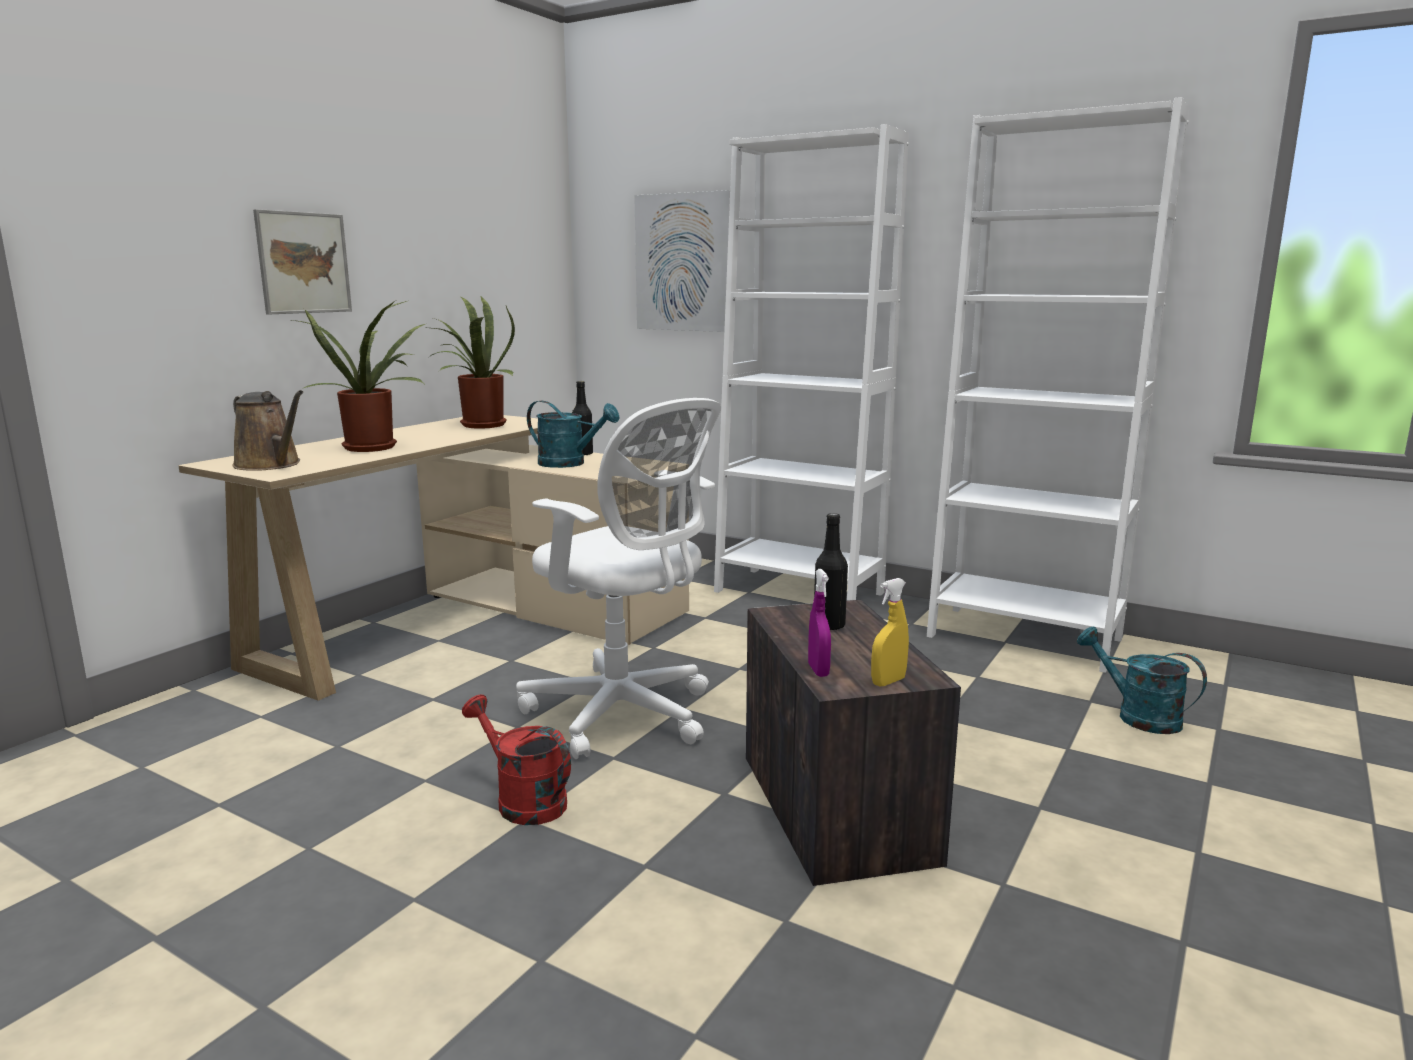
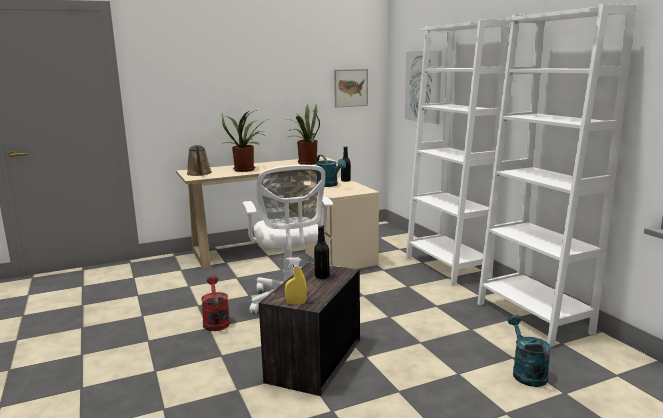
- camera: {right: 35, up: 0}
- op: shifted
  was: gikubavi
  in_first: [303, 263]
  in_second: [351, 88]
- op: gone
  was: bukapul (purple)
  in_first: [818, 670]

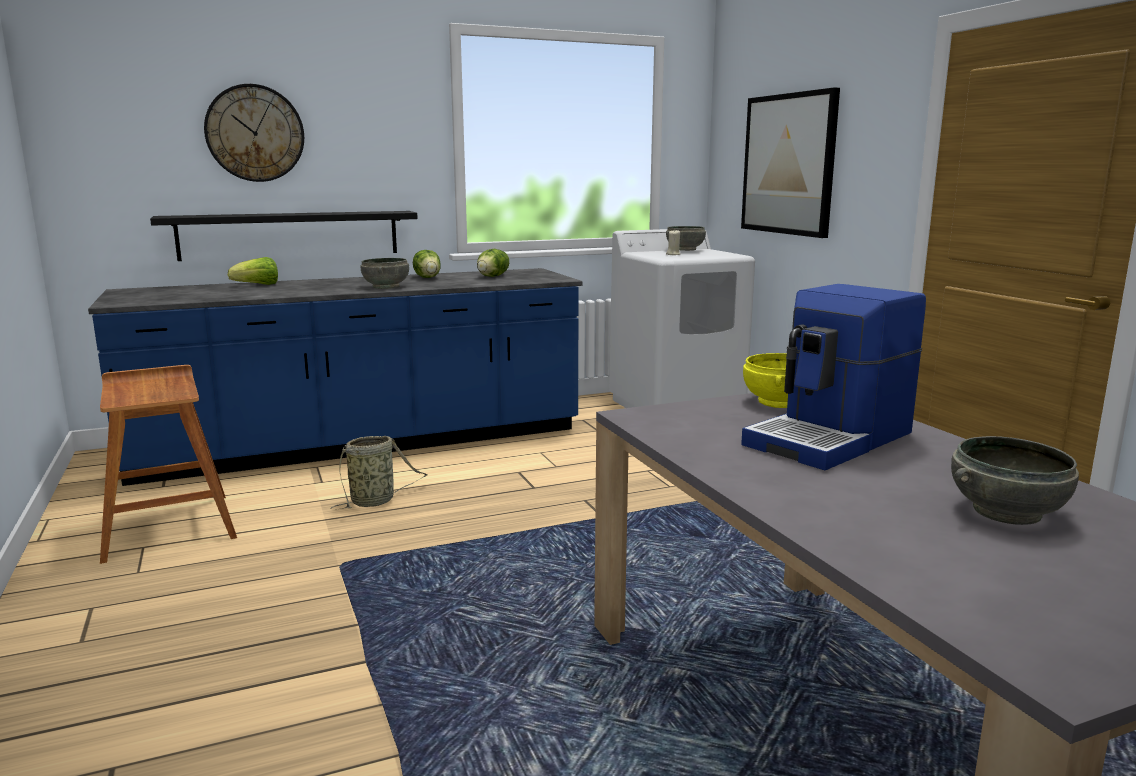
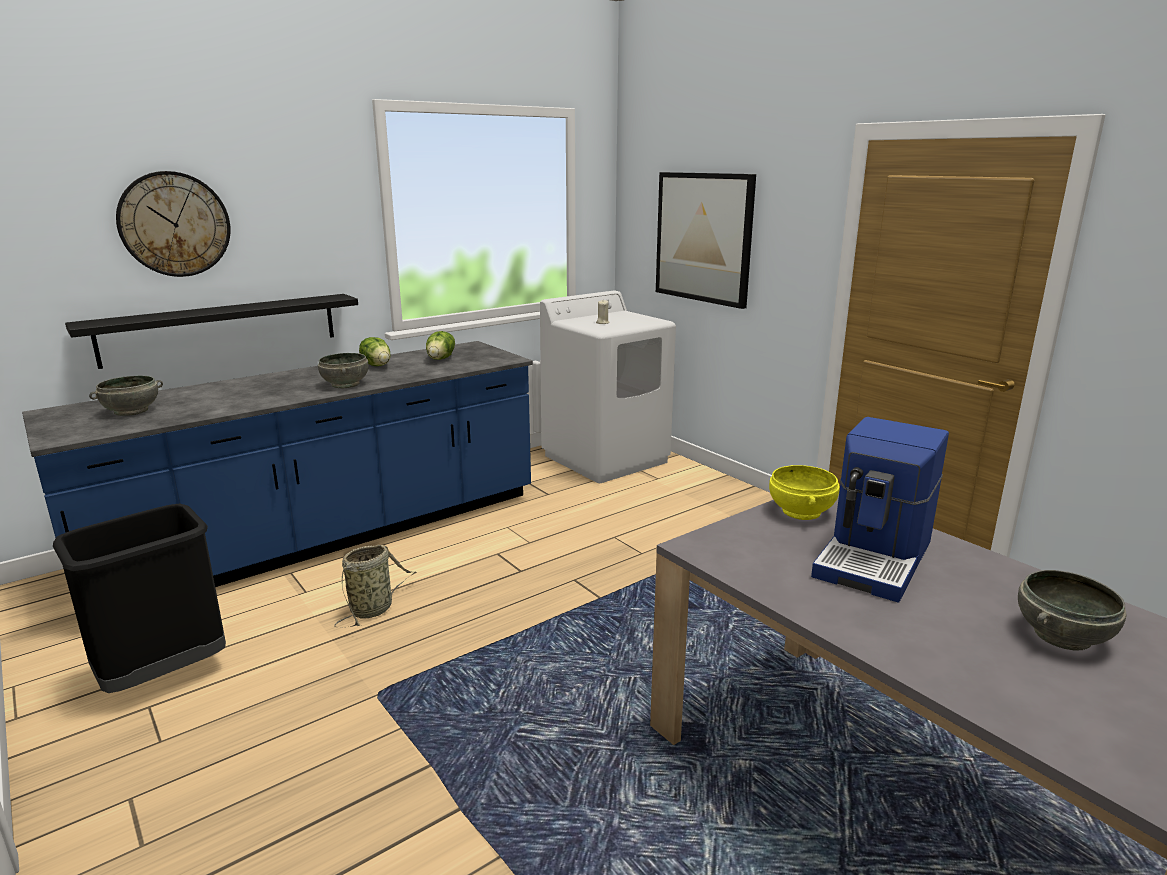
- camera: {right: -15, up: 5}
- op: swapped
  was: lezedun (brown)
  now: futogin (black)
  in_first: [168, 526]
  in_second: [164, 674]
- op: shifted
  was: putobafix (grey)
  in_first: [685, 249]
  in_second: [131, 411]
- op: gone
  was: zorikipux
  in_first: [257, 285]

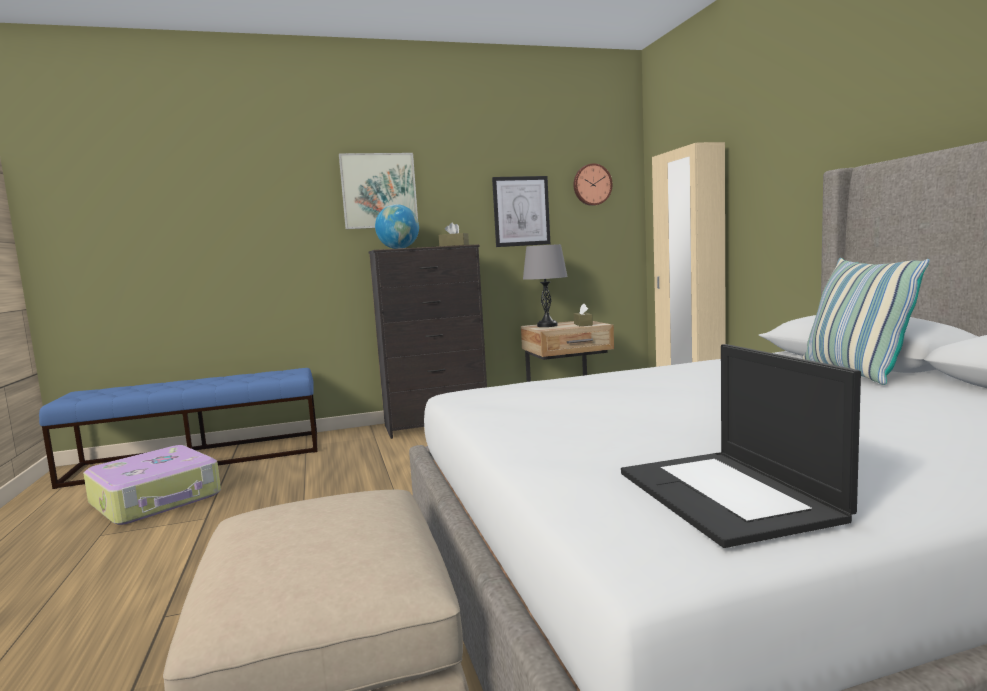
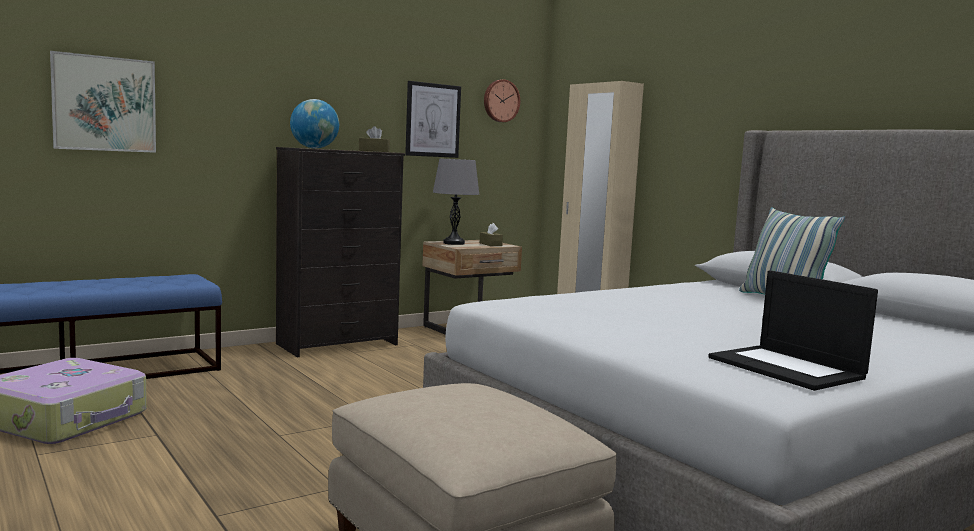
- camera: {right: -20, up: 0}
- op: shifted
  was: gikubavi
  in_first: [379, 191]
  in_second: [104, 104]

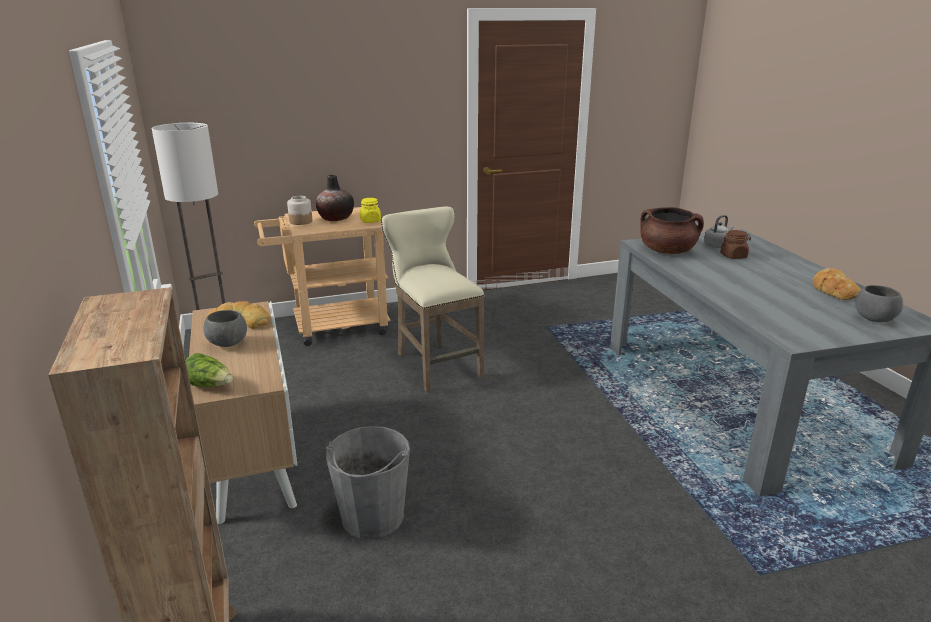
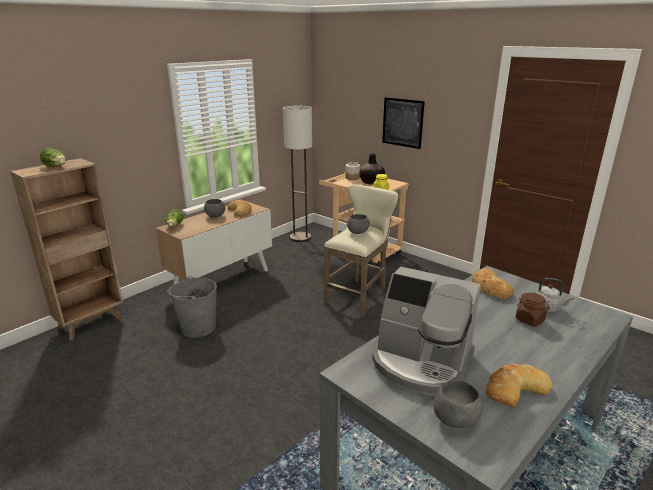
- camera: {right: 60, up: 0}
- op: new
  now: zorikipux
  in_second: [56, 167]
- op: new
  now: putobafix (grey)
  in_second: [358, 232]
- op: new
  now: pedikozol
  in_second: [420, 362]
- op: new
  now: gikubavi
  in_second: [402, 122]
- op: swapped
  was: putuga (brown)
  now: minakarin
  in_first: [667, 251]
  in_second: [490, 288]

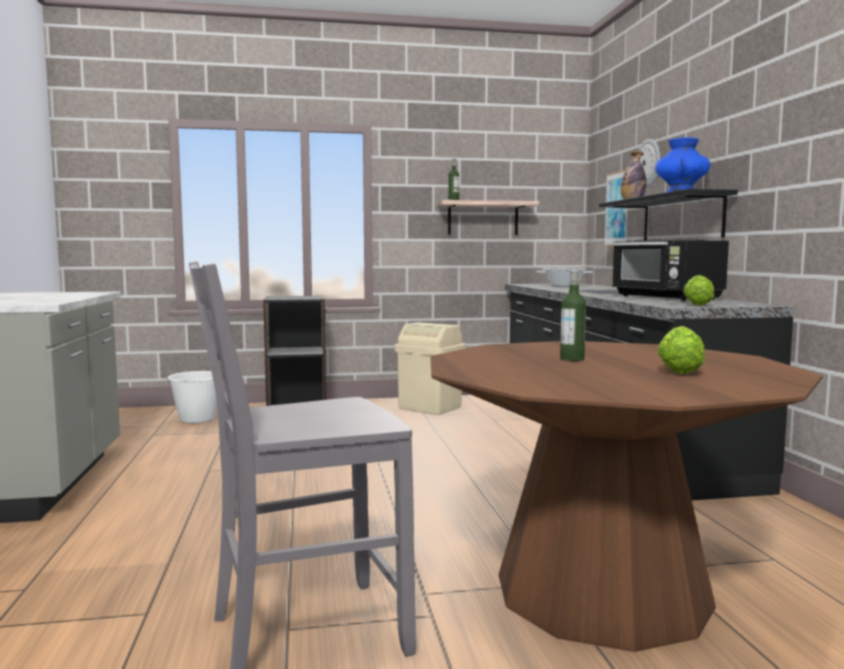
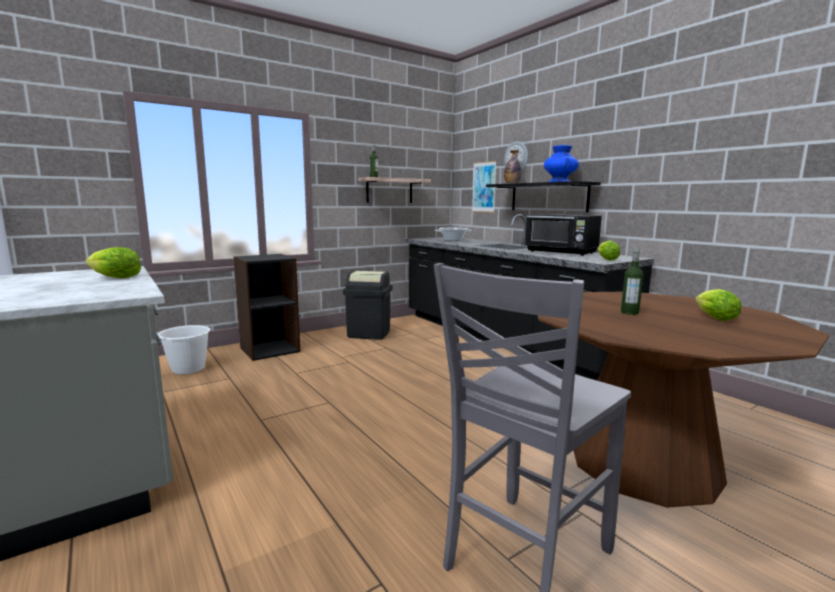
- camera: {right: -25, up: 5}
- op: new
  now: zorikipux
  in_second: [115, 277]
- op: repainted
  was: futogin (beige)
  now: futogin (black)
  in_first: [430, 407]
  in_second: [369, 334]

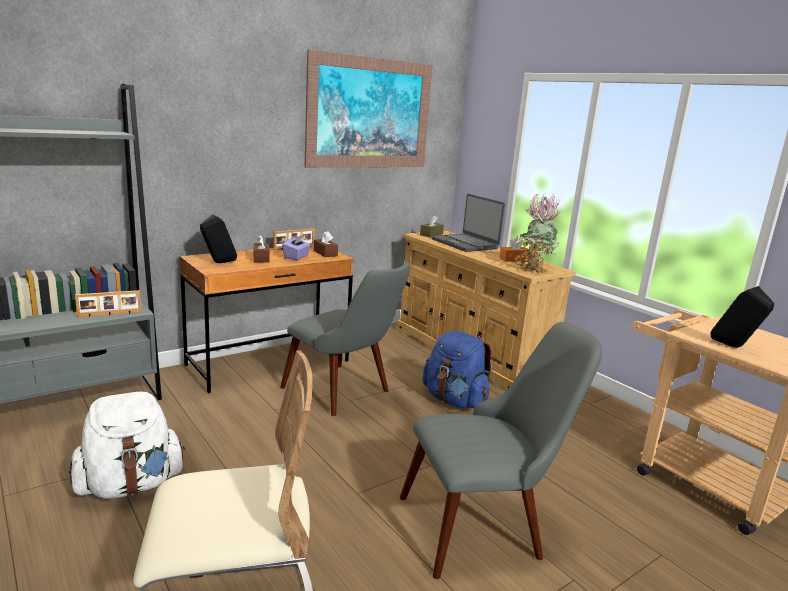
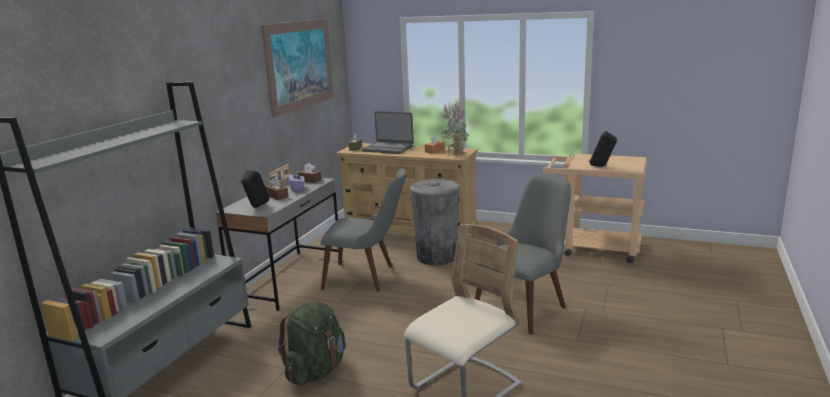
- camera: {right: -30, up: 0}
- op: repainted
  was: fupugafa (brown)
  now: fupugafa (grey)
  in_first: [269, 363]
  in_second: [289, 279]
- op: repainted
  was: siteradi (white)
  now: siteradi (green)
  in_first: [130, 485]
  in_second: [316, 371]
- op: swapped
  was: siteradi (blue)
  now: futogin (grey)
  in_first: [454, 400]
  in_second: [437, 257]
- op: gone
  was: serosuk
  in_first: [110, 315]

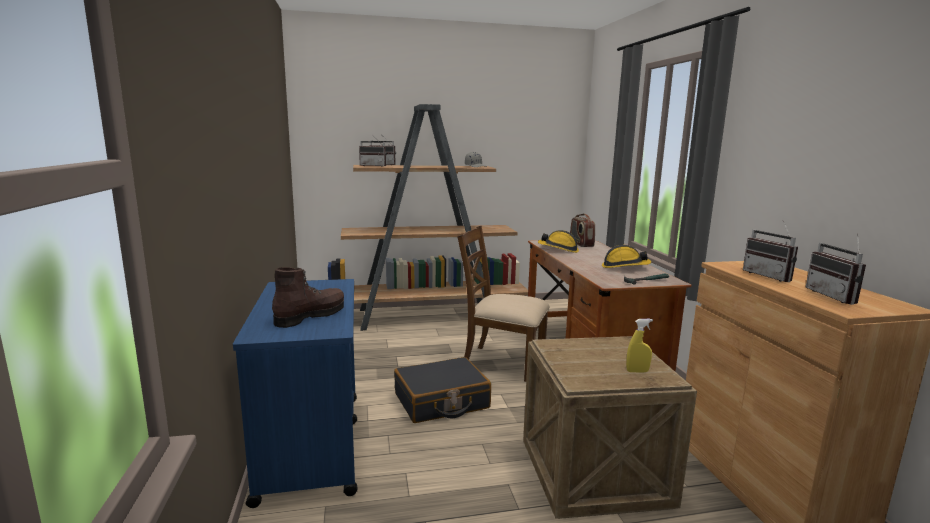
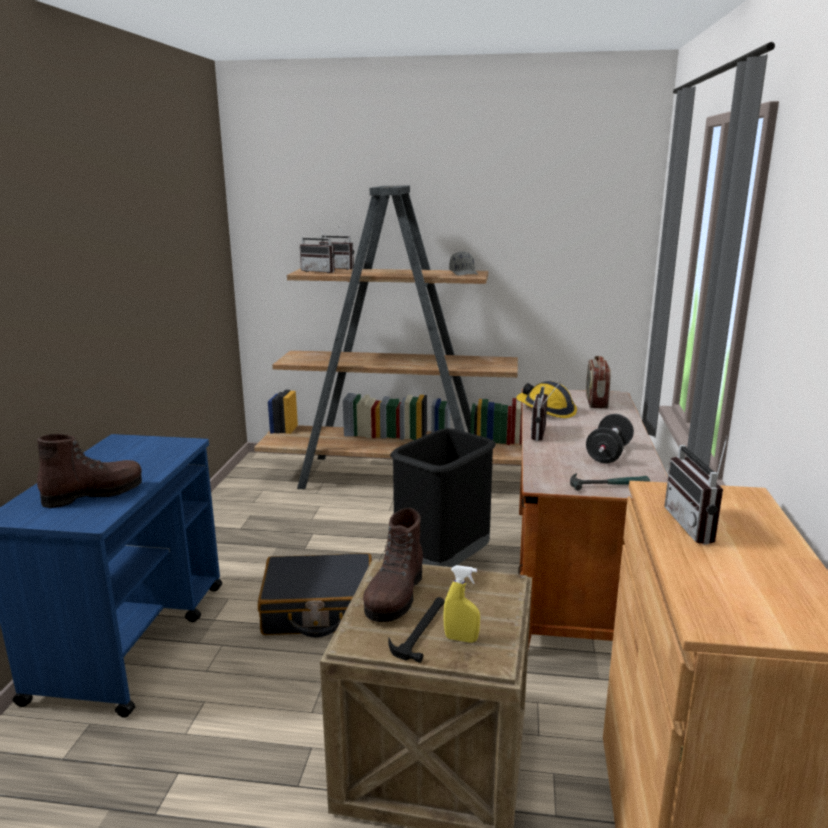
- camera: {right: 20, up: 5}
- op: new
  now: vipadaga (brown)
  in_second: [395, 596]
- op: new
  now: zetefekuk
  in_second: [421, 629]
- op: swapped
  was: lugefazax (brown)
  now: futogin (black)
  in_first: [502, 362]
  in_second: [442, 564]
- op: shifted
  was: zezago
  in_first: [836, 297]
  in_second: [544, 434]
- op: swapped
  was: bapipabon
  now: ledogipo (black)
  in_first: [624, 267]
  in_second: [608, 454]

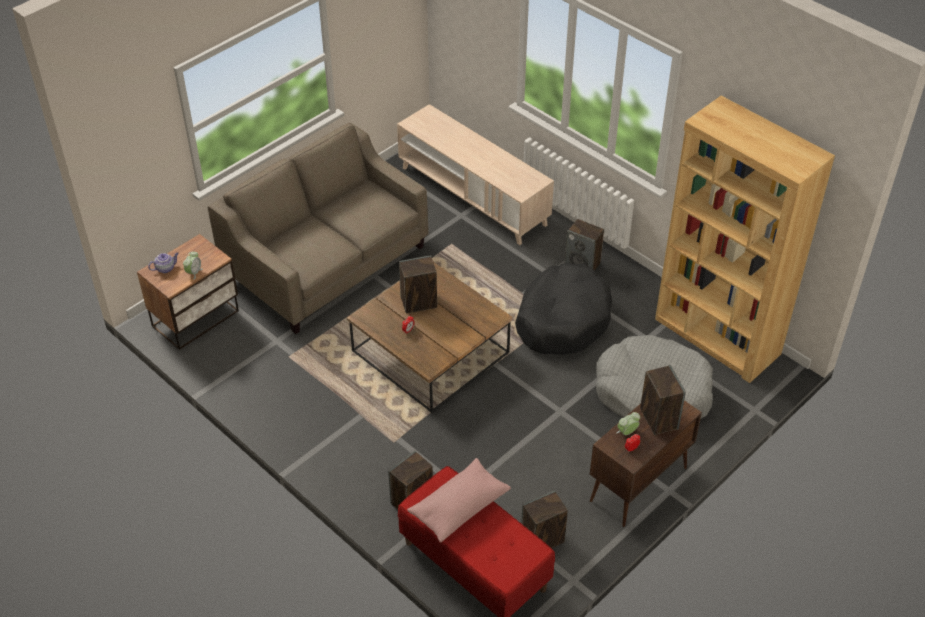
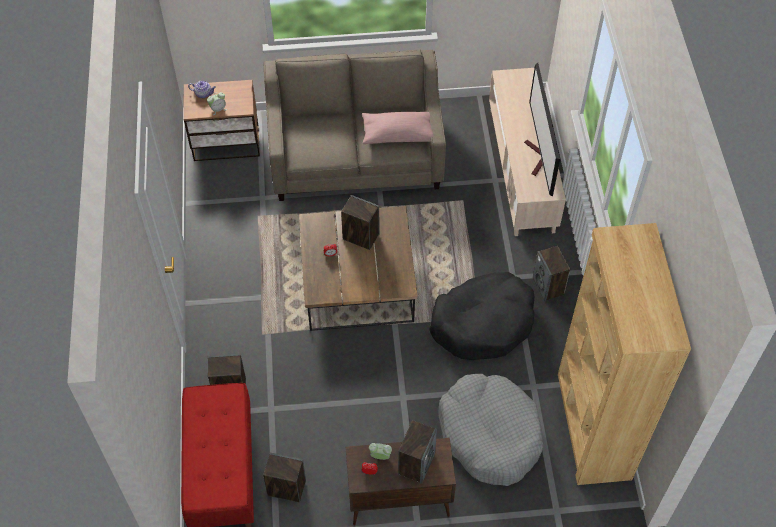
- camera: {right: 40, up: 10}
- op: shifted
  was: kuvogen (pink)
  in_first: [459, 507]
  in_second: [399, 134]
- op: new
  now: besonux
  in_second: [538, 158]

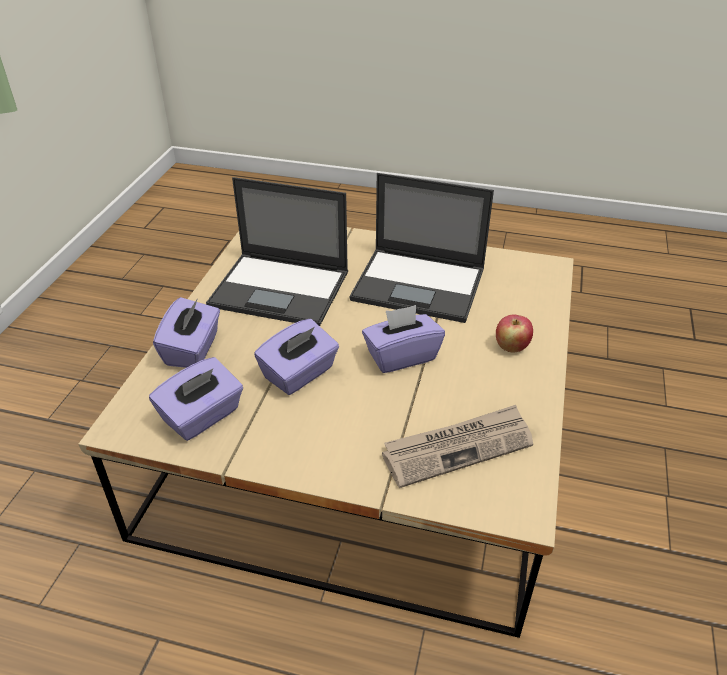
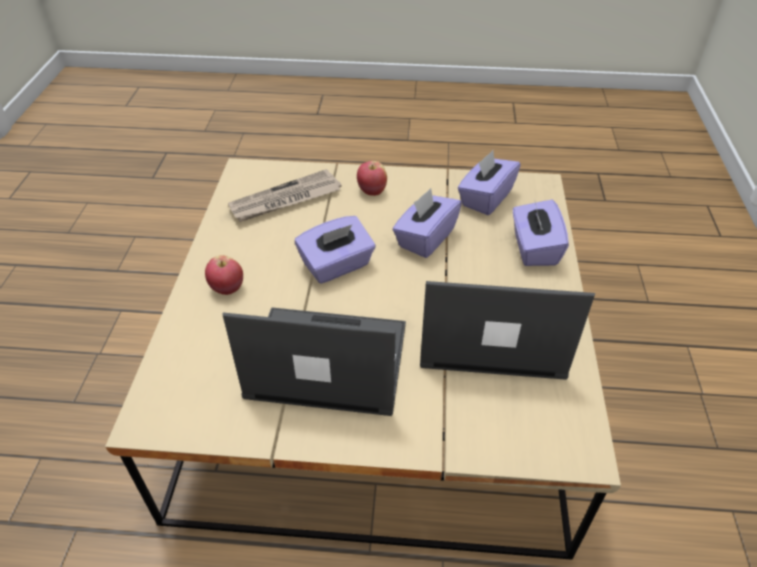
- camera: {right: 170, up: 5}
- op: new
  now: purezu
  in_second: [372, 191]

